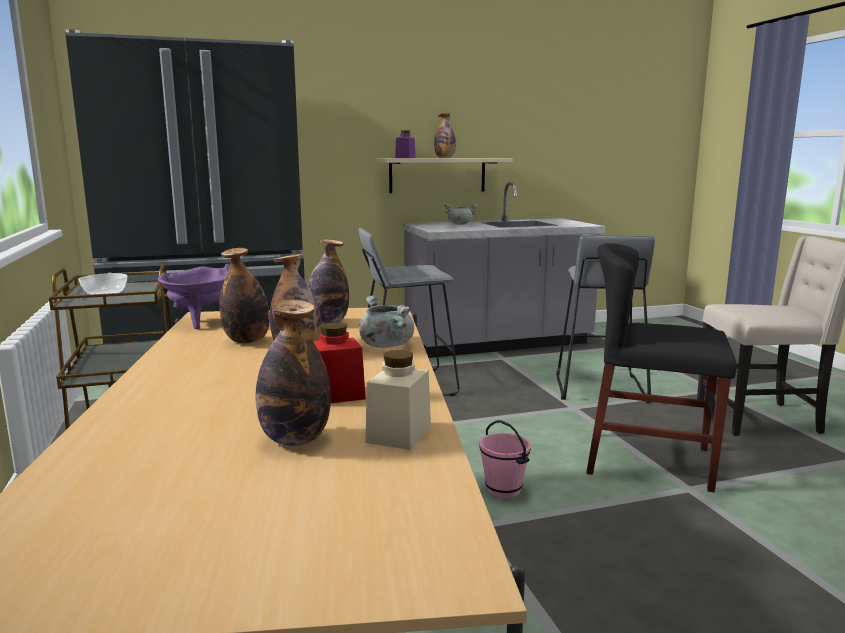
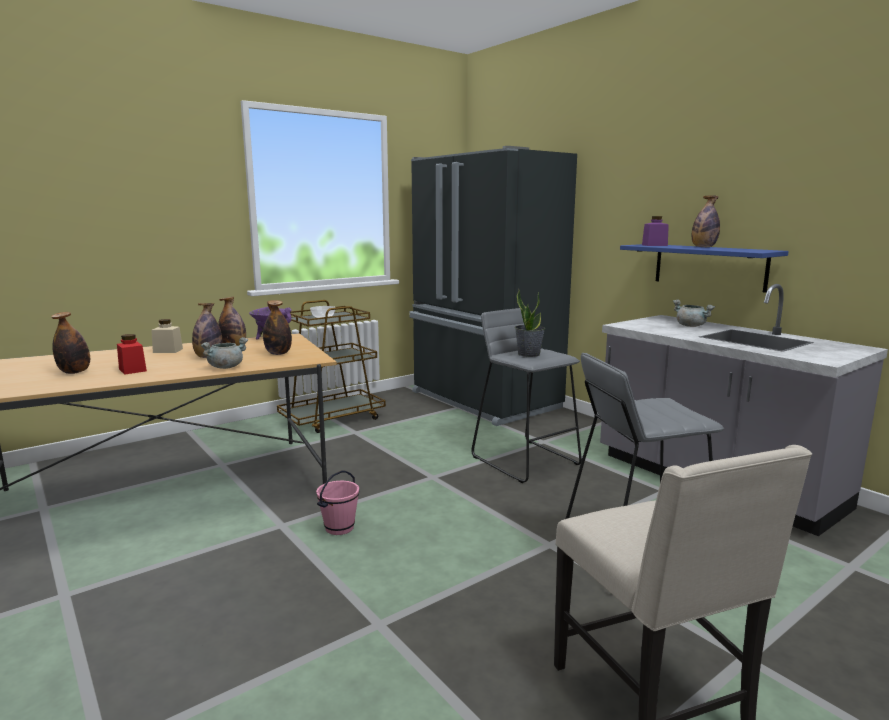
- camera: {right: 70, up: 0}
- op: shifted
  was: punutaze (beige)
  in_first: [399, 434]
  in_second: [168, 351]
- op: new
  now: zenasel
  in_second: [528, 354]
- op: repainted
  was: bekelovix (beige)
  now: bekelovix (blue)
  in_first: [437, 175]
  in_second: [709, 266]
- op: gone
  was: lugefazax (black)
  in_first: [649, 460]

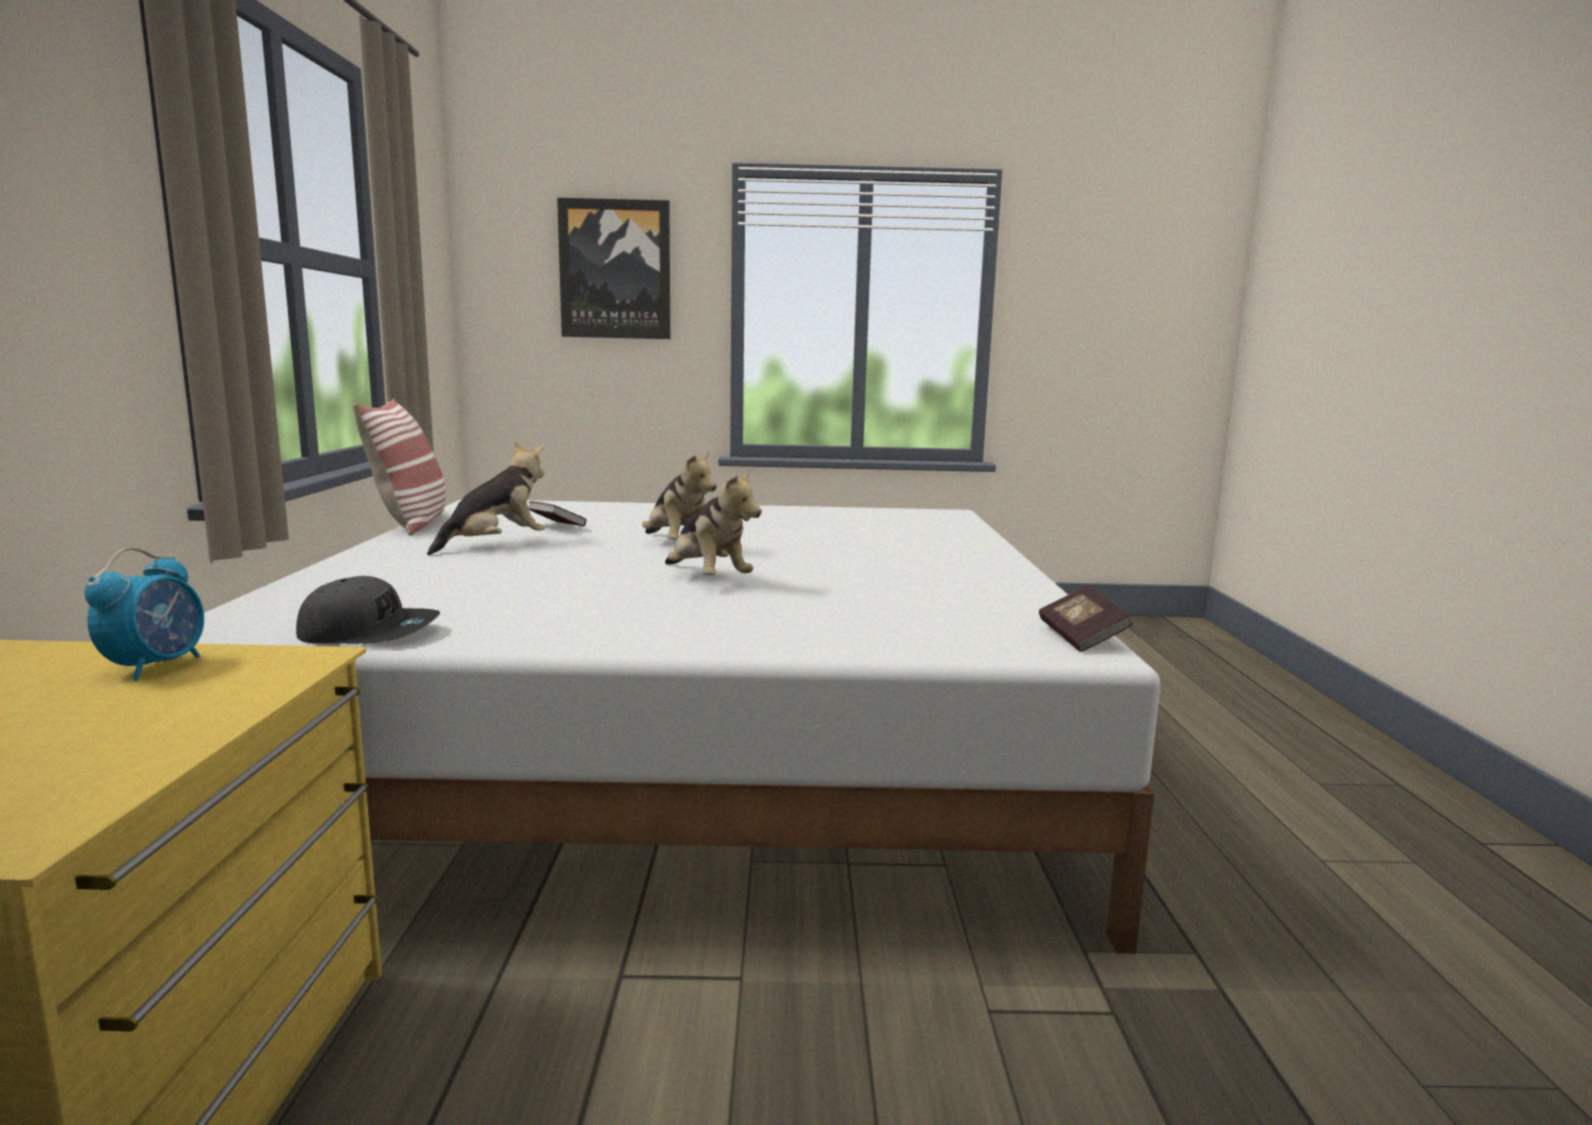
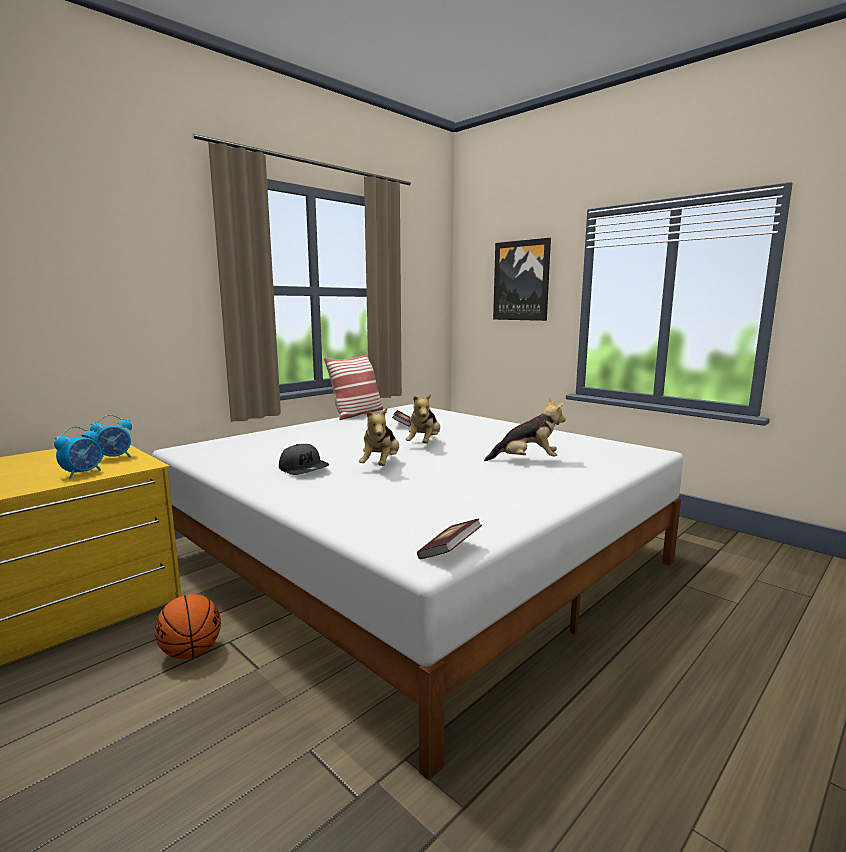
- camera: {right: 45, up: 0}
- op: new
  now: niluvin
  in_second: [83, 473]
- op: new
  now: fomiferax
  in_second: [191, 652]
- op: shifted
  was: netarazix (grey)
  in_first: [369, 632]
  in_second: [304, 469]
- op: shifted
  was: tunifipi
  in_first: [495, 545]
  in_second: [527, 461]

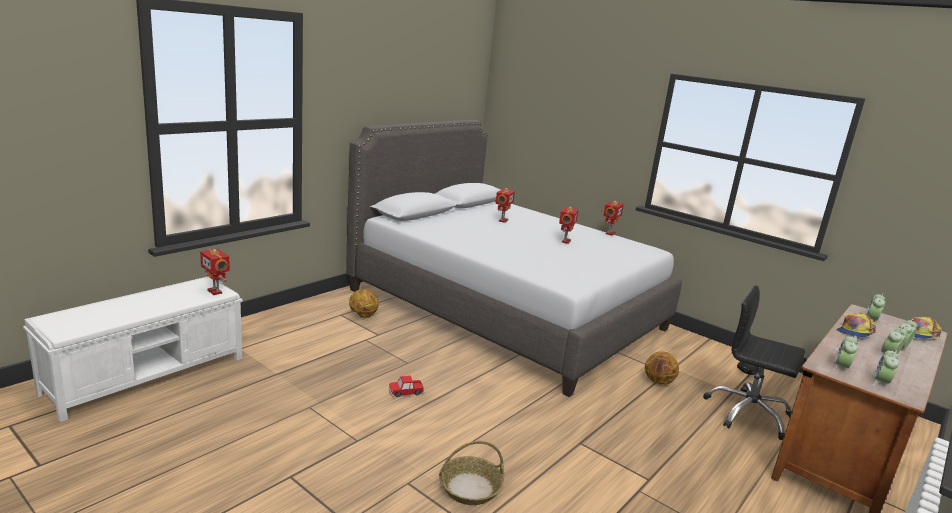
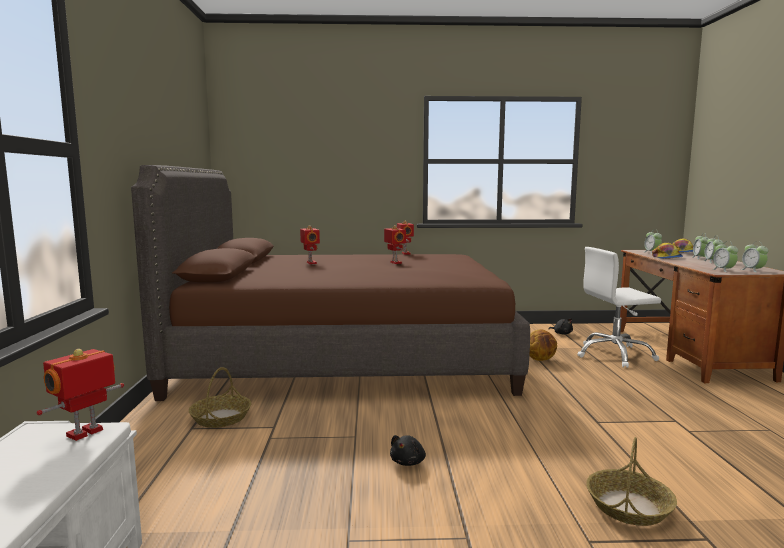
- camera: {right: -40, up: -10}
- op: rotated
  was: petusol
  in_first: [216, 291]
  in_second: [86, 433]
  clockwise: 120
- op: repainted
  was: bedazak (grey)
  now: bedazak (brown)
  in_first: [505, 309]
  in_second: [345, 357]
- op: swapped
  was: fomiferax
  now: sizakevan
  in_first: [363, 315]
  in_second: [221, 417]
- op: swapped
  was: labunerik
  now: tunifipi (black)
  in_first: [405, 392]
  in_second: [408, 462]
- op: repainted
  was: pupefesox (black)
  now: pupefesox (white)
  in_first: [748, 413]
  in_second: [614, 355]

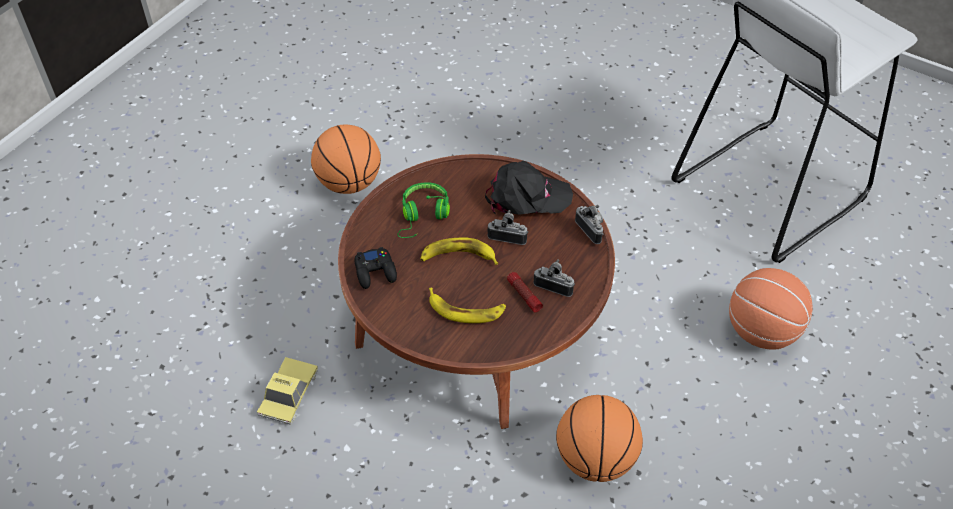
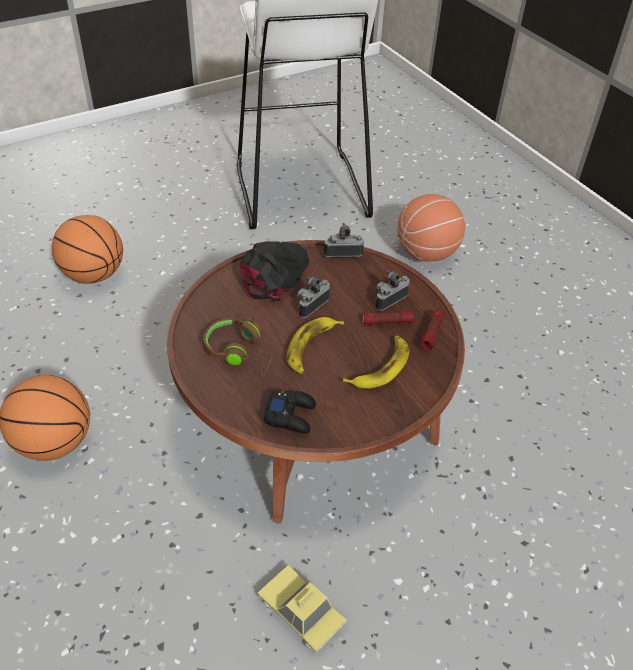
- camera: {right: -65, up: -5}
- op: shifted
  was: fomiferax
  in_first: [595, 458]
  in_second: [93, 275]
- op: repainted
  was: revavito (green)
  now: revavito (brown)
  in_first: [423, 216]
  in_second: [240, 352]
- op: new
  now: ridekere
  in_second: [431, 333]

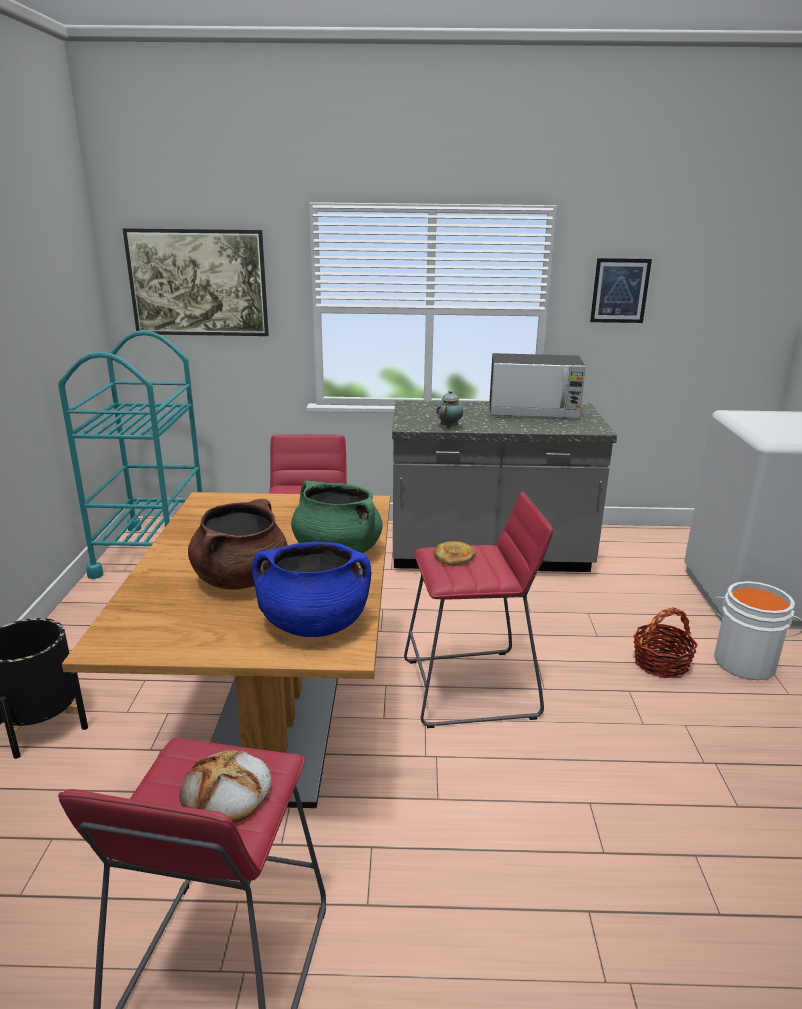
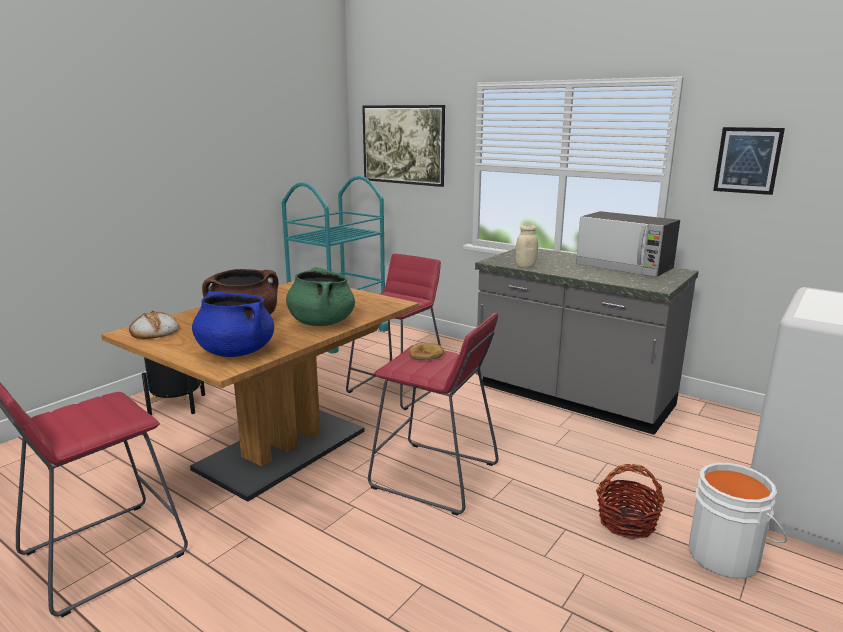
- camera: {right: 35, up: -5}
- op: shifted
  was: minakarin
  in_first: [227, 793]
  in_second: [153, 331]
- op: swapped
  was: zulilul
  now: punutaze (beige)
  in_first: [449, 427]
  in_second: [525, 266]

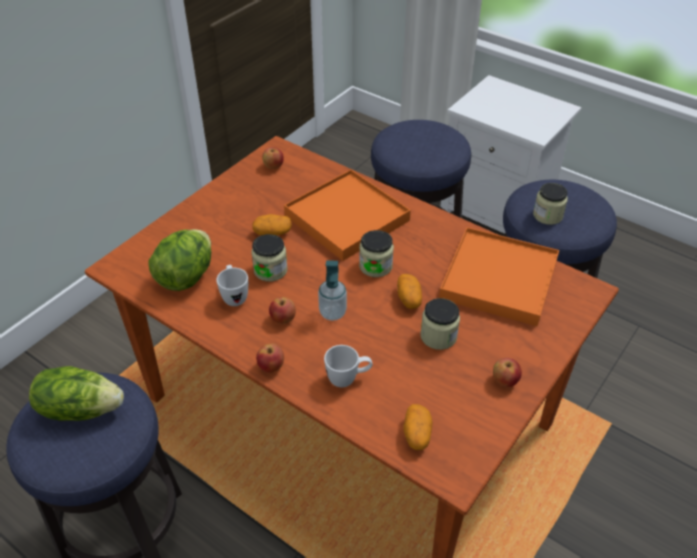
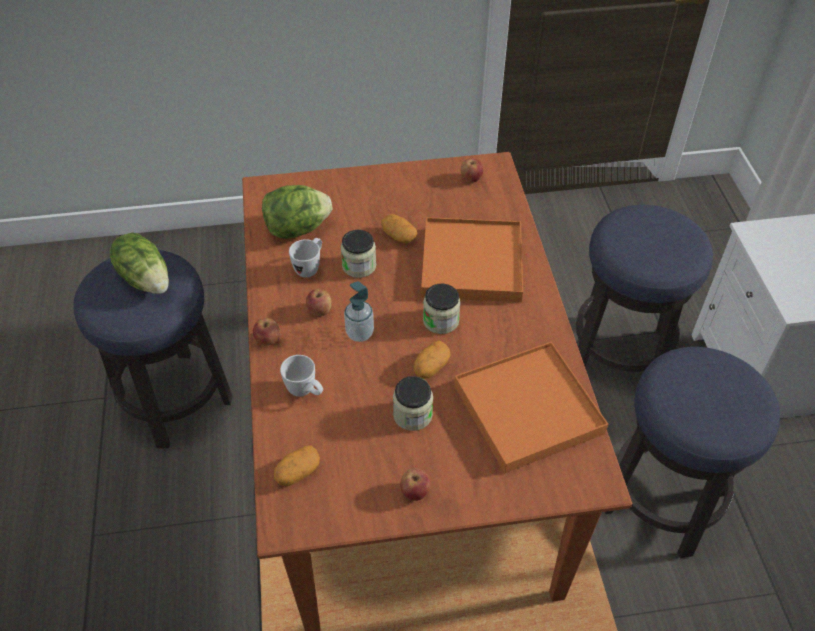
- camera: {right: 45, up: 5}
- op: gone
  was: punutaze
  in_first: [547, 215]

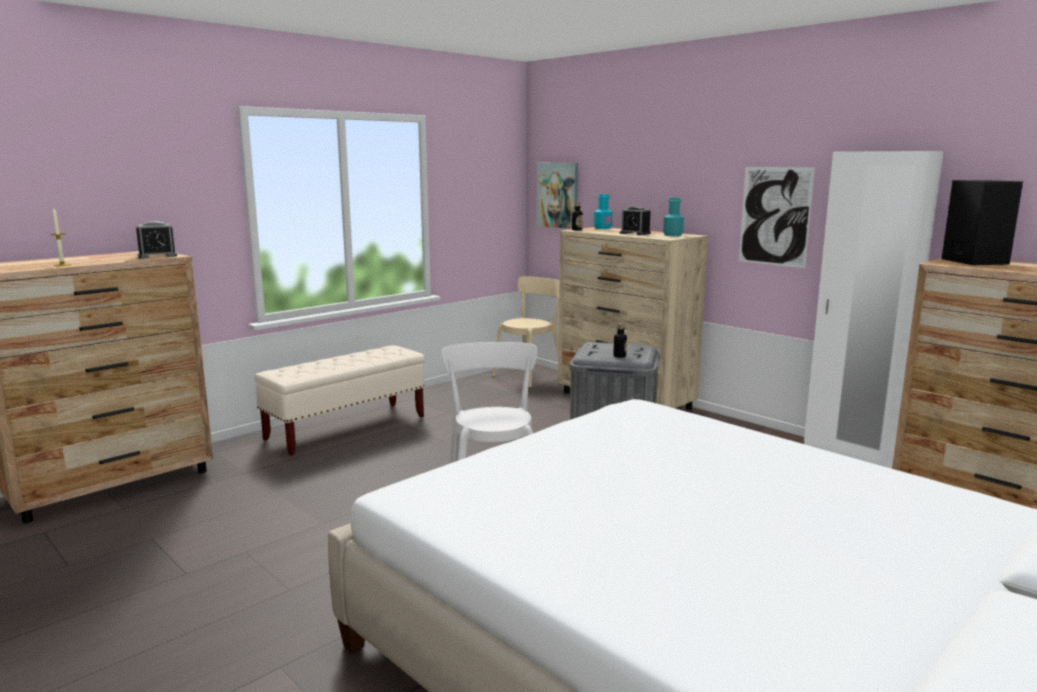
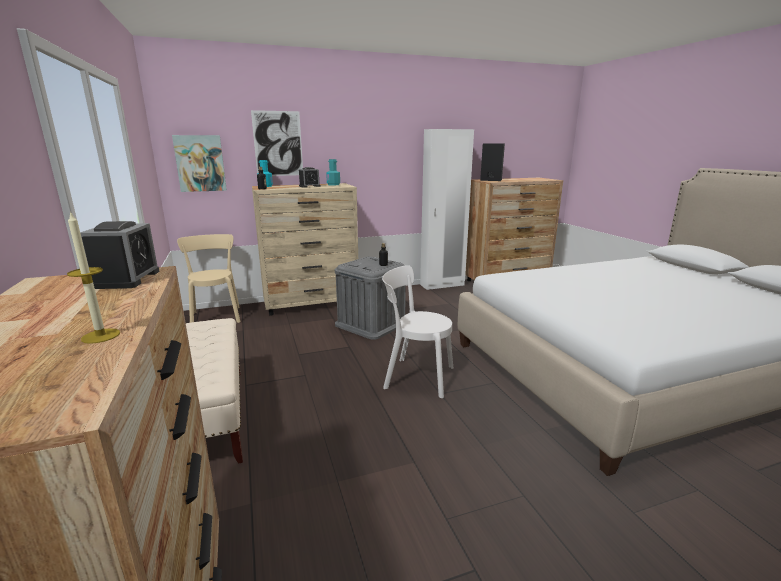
- camera: {right: -65, up: 5}
- op: shifted
  was: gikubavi
  in_first: [775, 216]
  in_second: [278, 144]

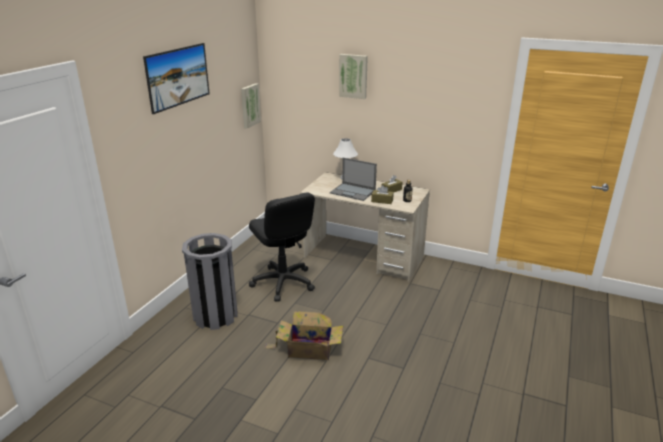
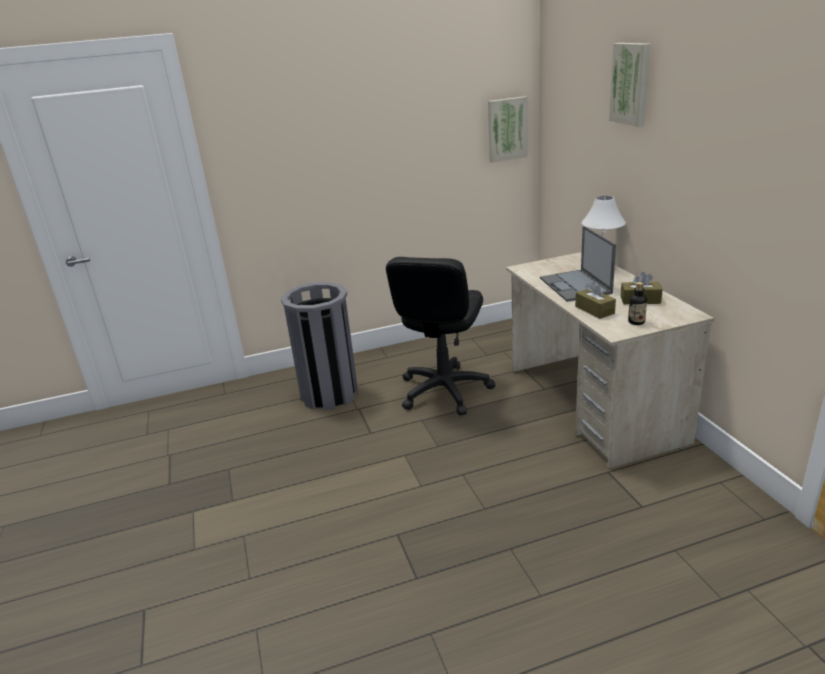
- camera: {right: 50, up: 0}
- op: gone
  was: gikubavi
  in_first: [180, 90]
- op: gone
  was: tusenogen
  in_first: [308, 349]

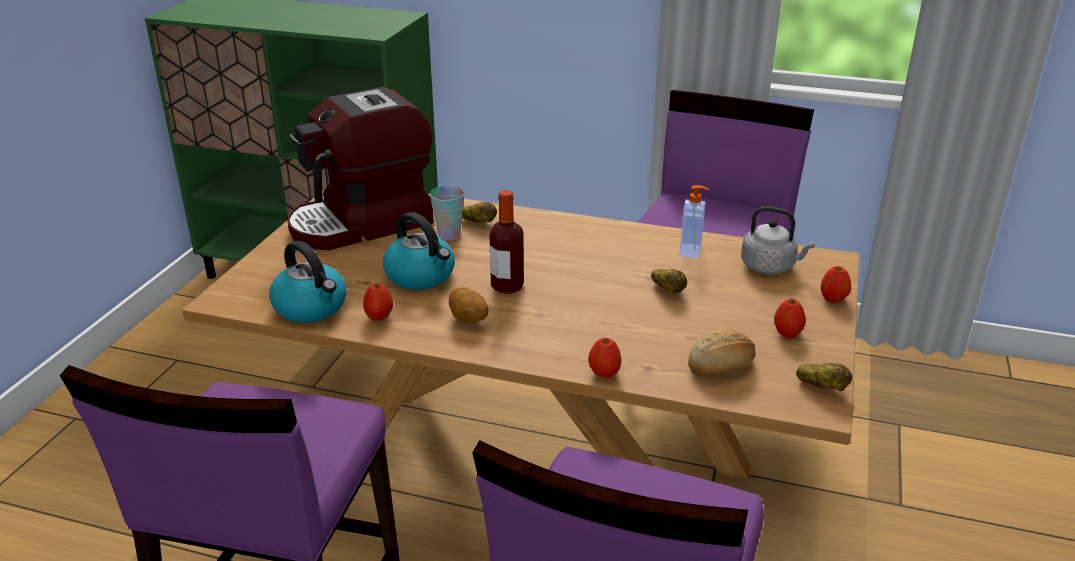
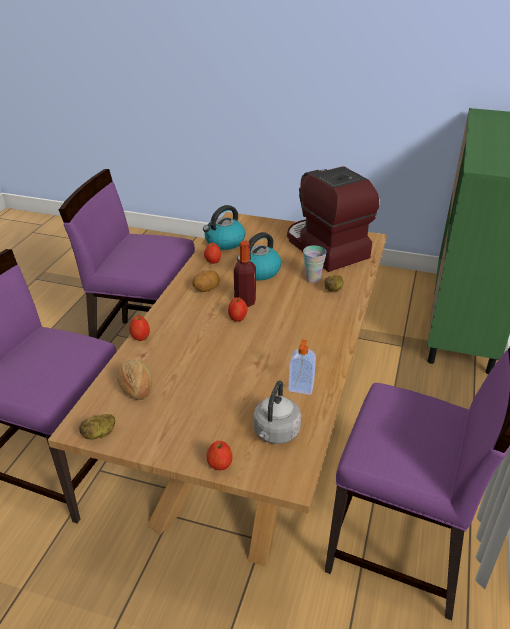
- camera: {right: 90, up: 5}
- op: shifted
  was: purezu
  in_first: [787, 333]
  in_second: [237, 318]
- op: gone
  was: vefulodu
  in_first: [668, 290]

